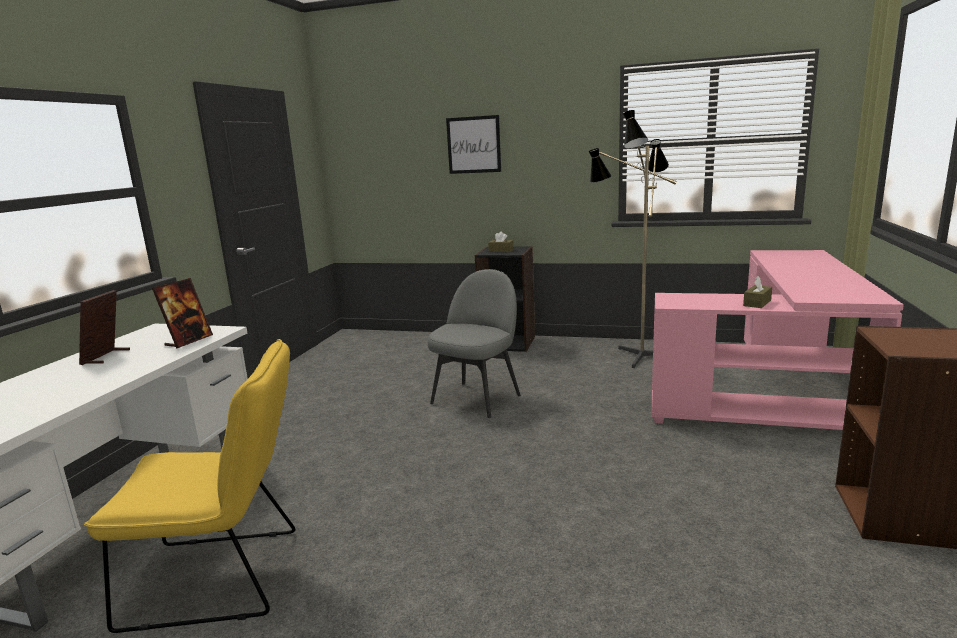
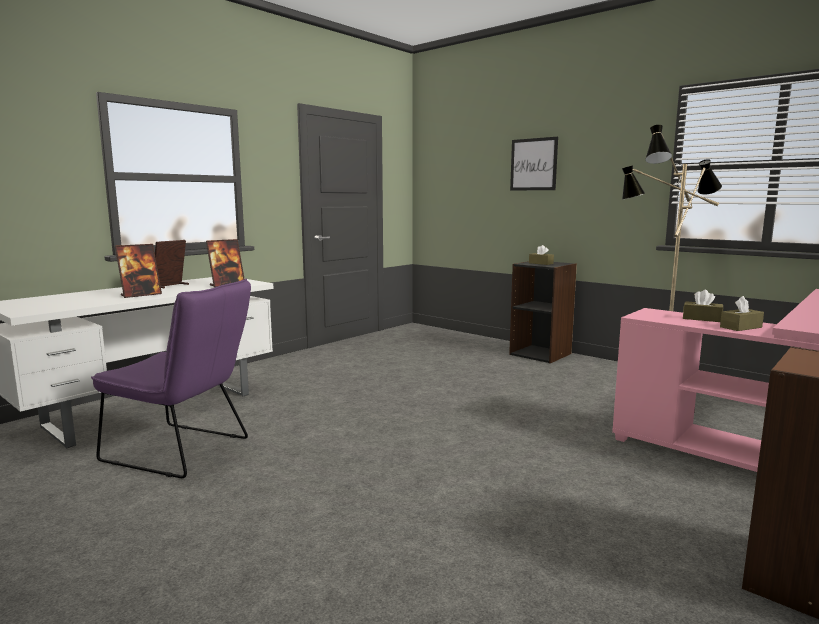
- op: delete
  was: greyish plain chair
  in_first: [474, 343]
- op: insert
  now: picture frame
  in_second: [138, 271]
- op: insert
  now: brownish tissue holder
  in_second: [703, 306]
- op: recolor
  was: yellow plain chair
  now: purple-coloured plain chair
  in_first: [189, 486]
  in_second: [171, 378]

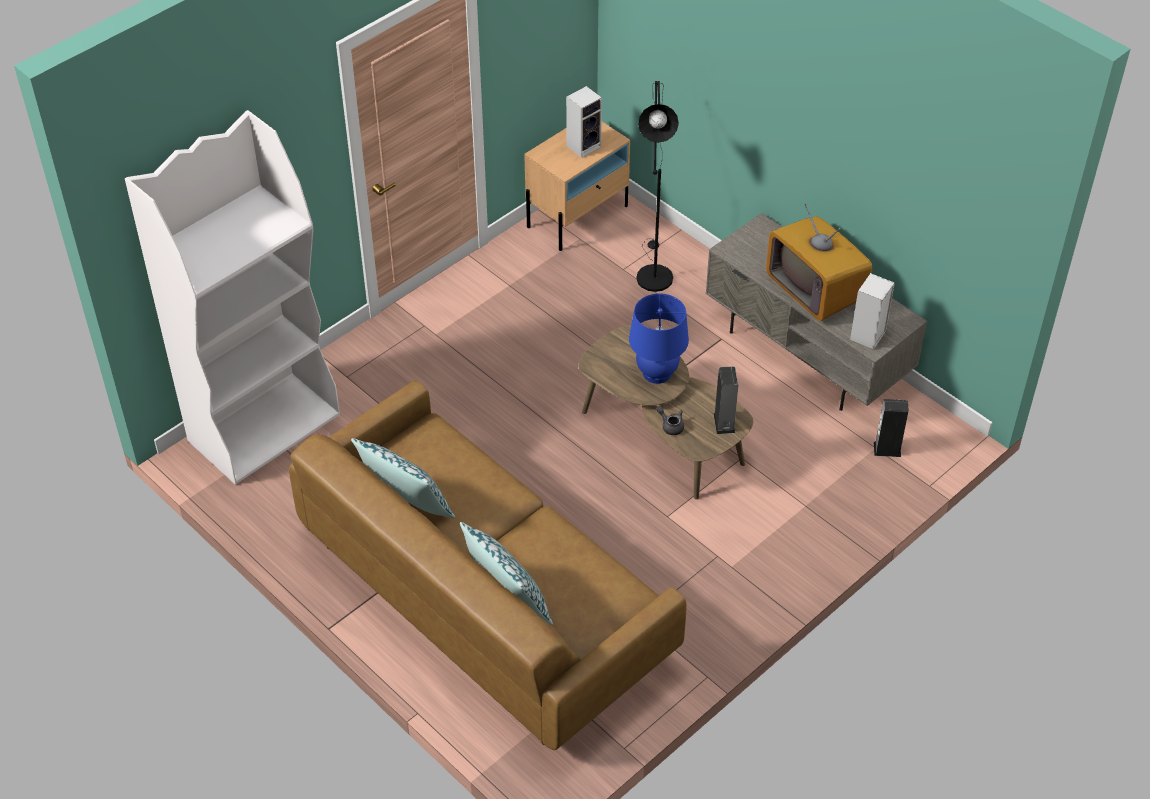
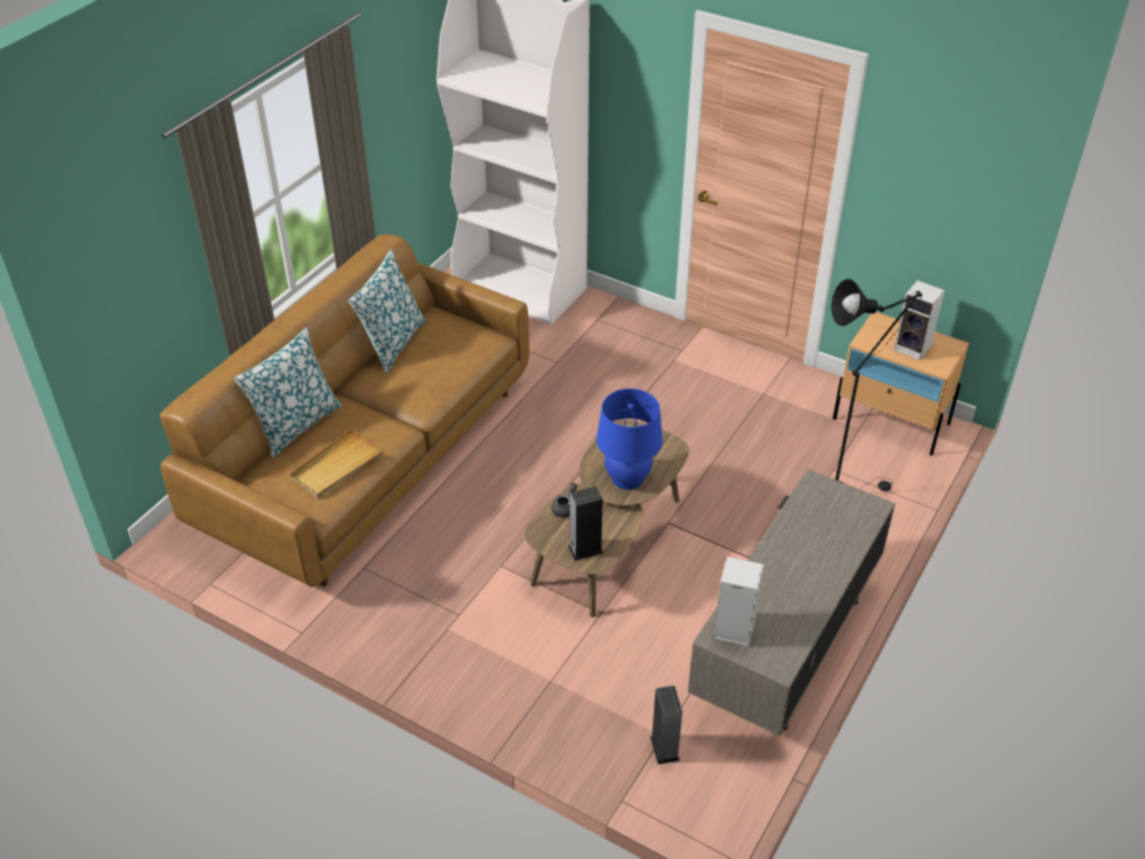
- op: delete
  was: television
  in_first: [819, 262]
- op: insert
  now: sand-coloured carrying tray
  in_second: [337, 463]

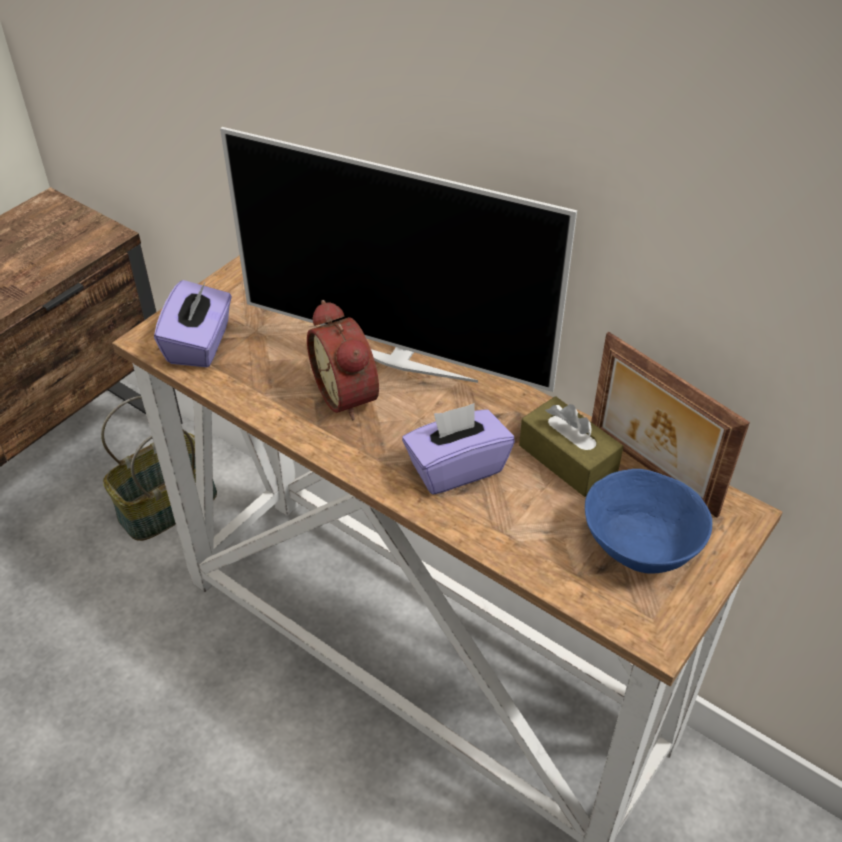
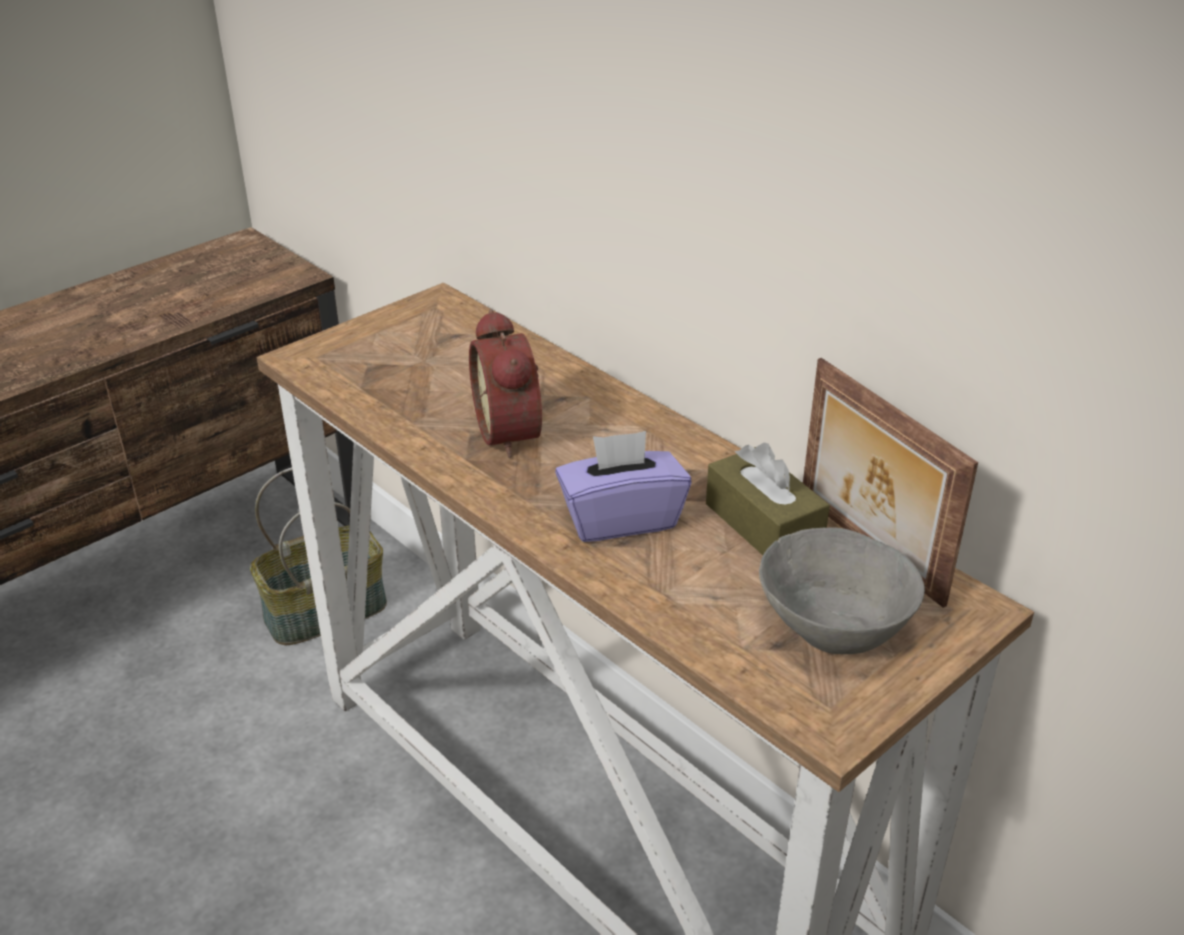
- op: delete
  was: purple-coloured tissue holder
  in_first: [193, 323]
- op: delete
  was: television
  in_first: [398, 259]
- op: recolor
  was: bluish serving bowl
  now: greyish serving bowl
  in_first: [648, 521]
  in_second: [842, 590]

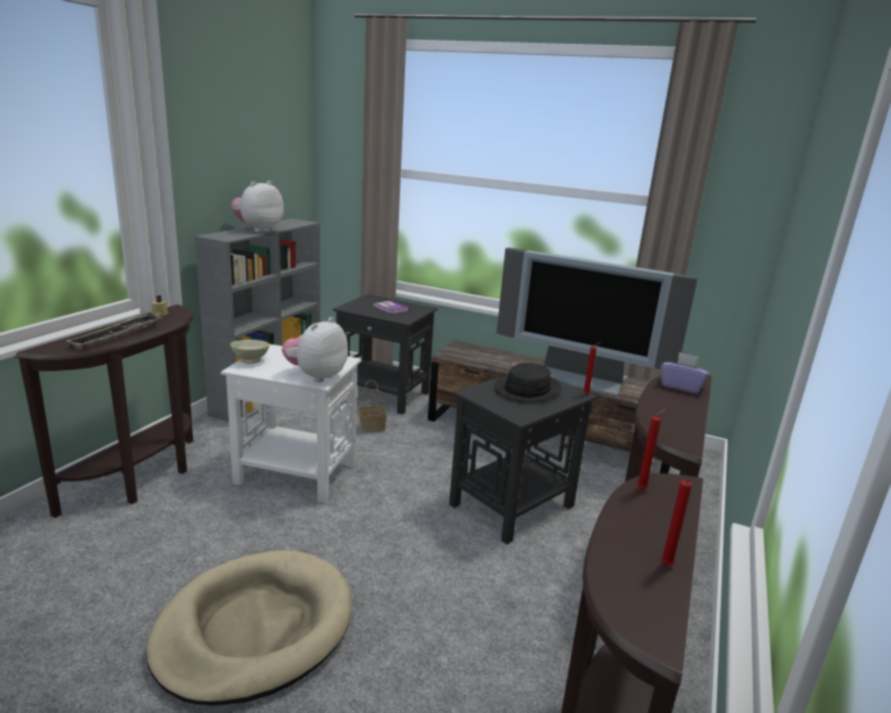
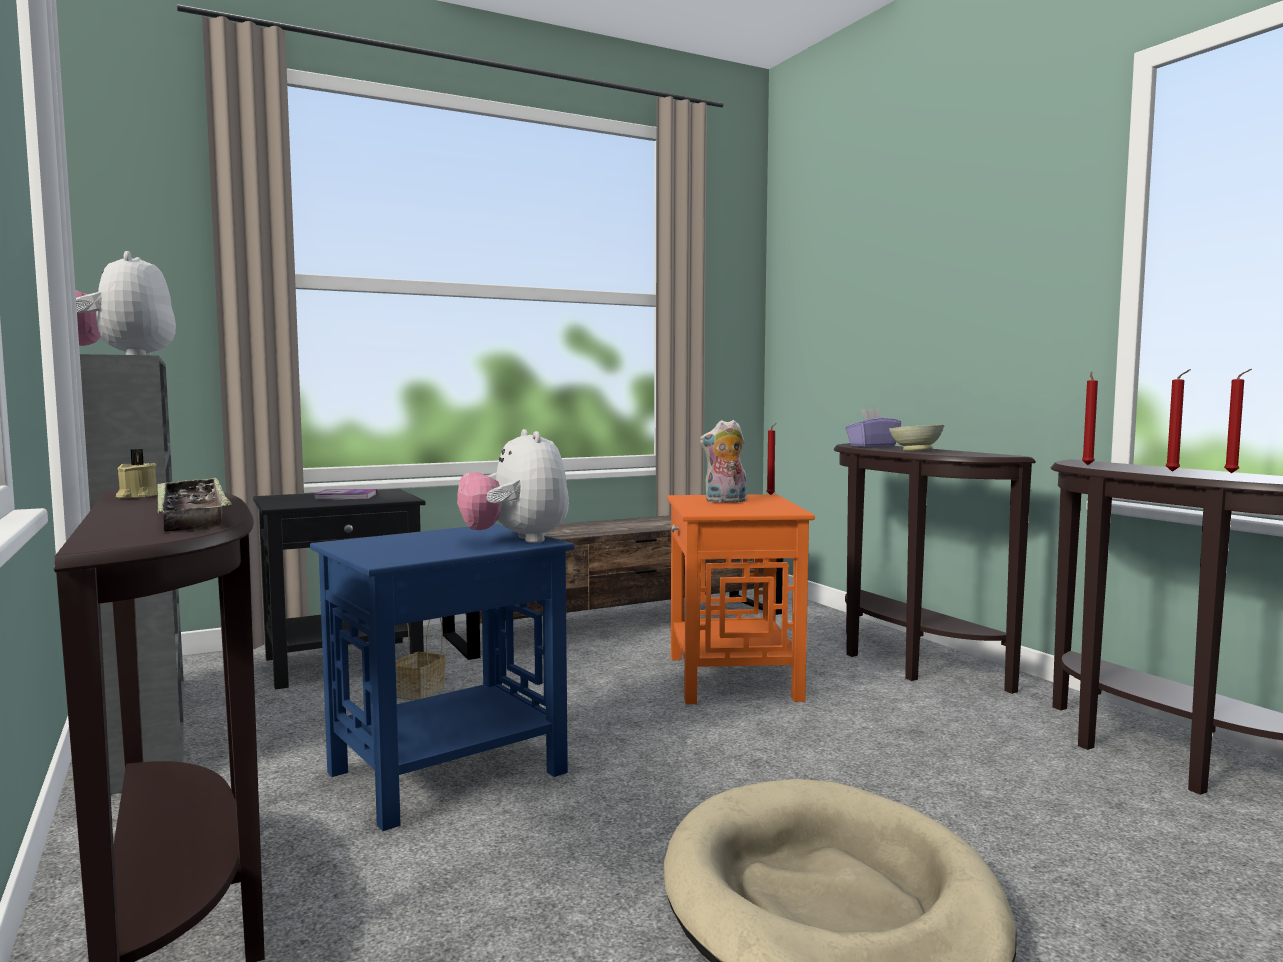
- op: delete
  was: television
  in_first: [597, 322]
- op: insert
  now: reddish candle
  in_second: [1178, 420]
- op: move
  was: sand-coloured serving bowl
  in_first: [250, 351]
  in_second: [917, 438]
- op: replace
  was: black hat
  now: cuddly toy
  in_first: [528, 382]
  in_second: [722, 461]
- op: recolor
  was: whitish accent table
  now: bluish accent table
  in_first: [291, 423]
  in_second: [442, 677]
- op: recolor
  was: black accent table
  now: orangey accent table
  in_first: [523, 460]
  in_second: [741, 599]

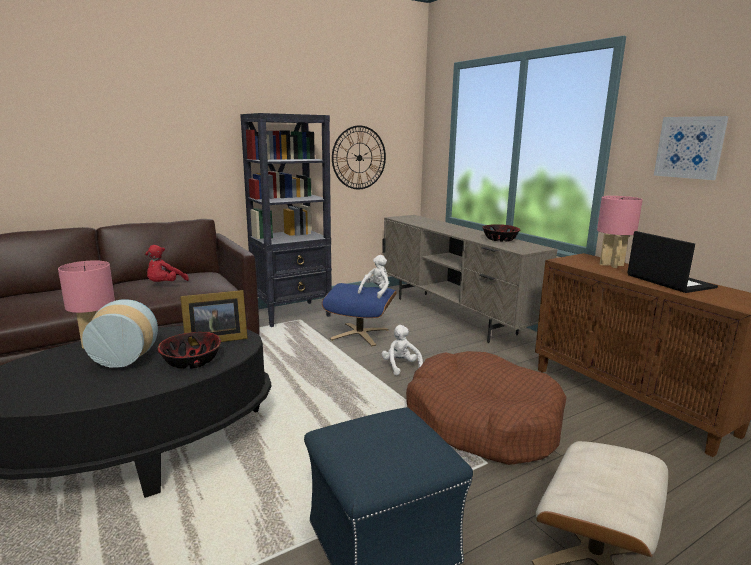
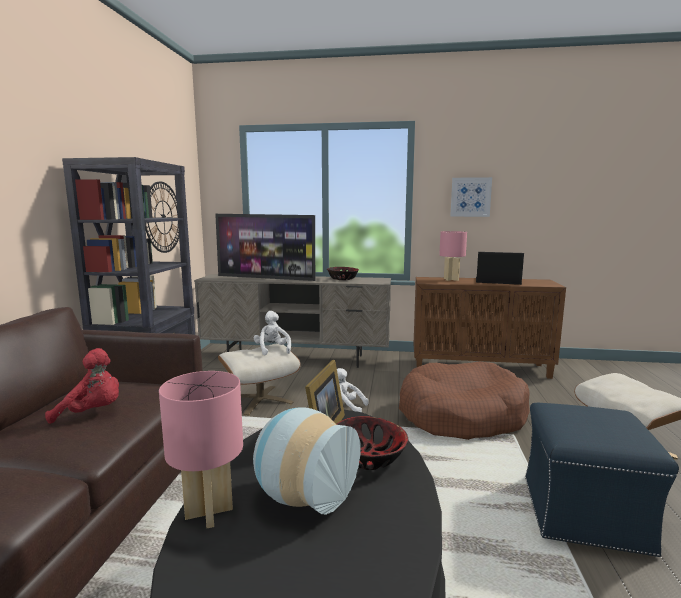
- op: insert
  now: television
  in_second: [265, 247]
- op: recolor
  was: bluish footrest
  now: sand-coloured footrest
  in_first: [359, 314]
  in_second: [259, 379]
- op: rotate
  was: reddish cuddly toy
  in_first: [167, 263]
  in_second: [82, 386]
  clockwise: -60

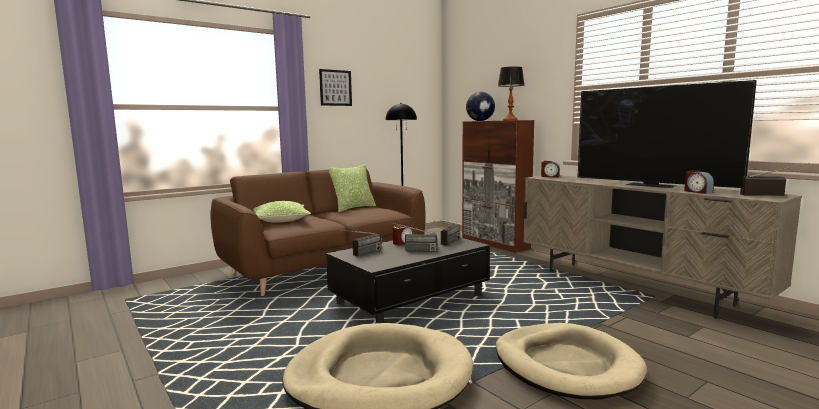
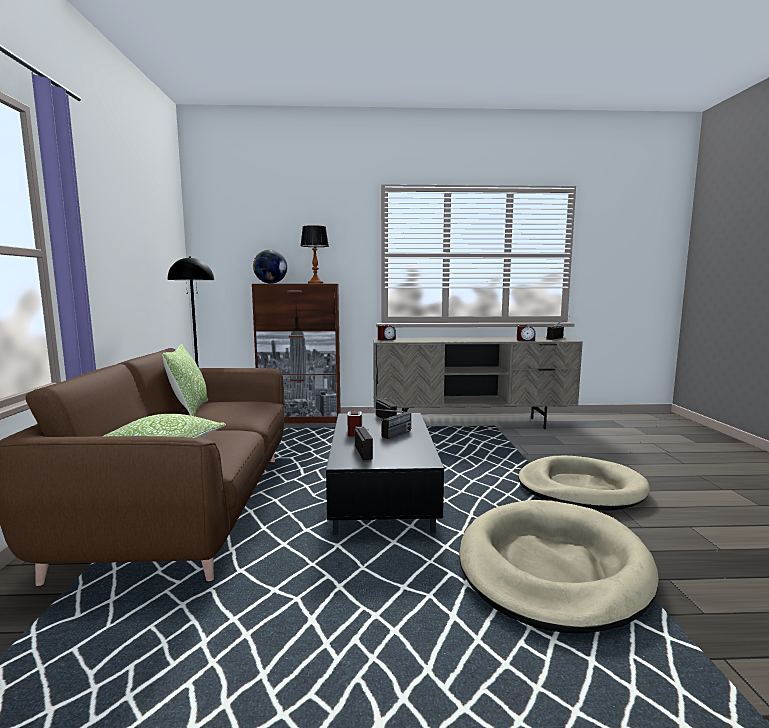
- op: delete
  was: wall picture
  in_first: [335, 87]
- op: delete
  was: television
  in_first: [666, 134]

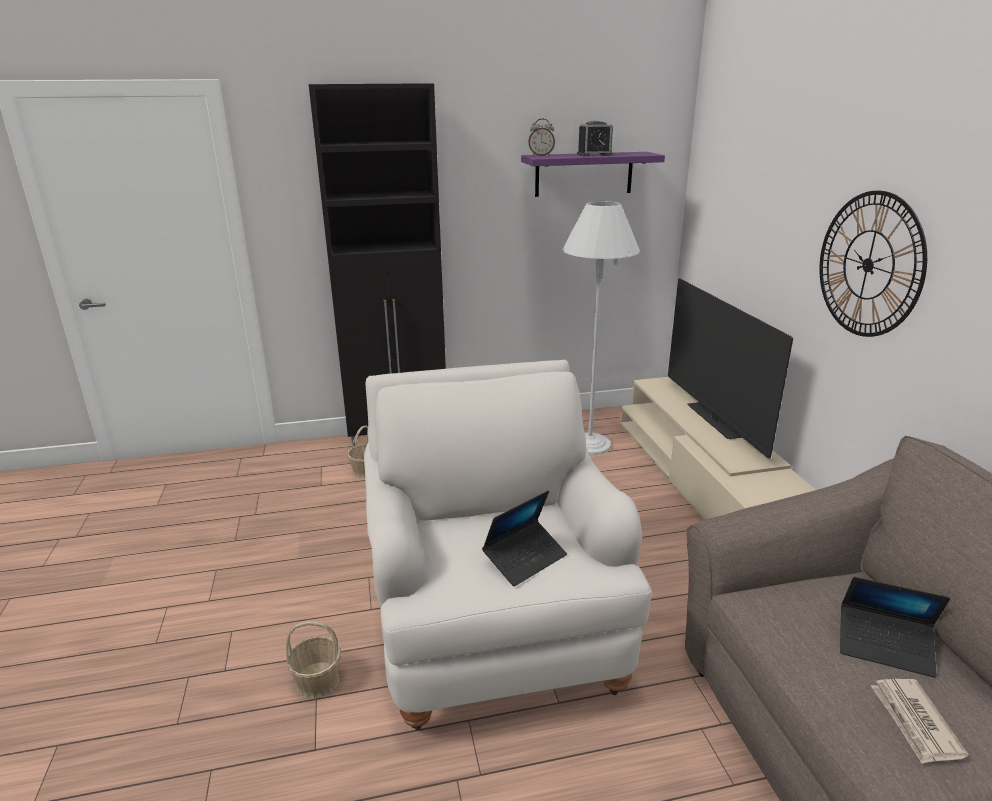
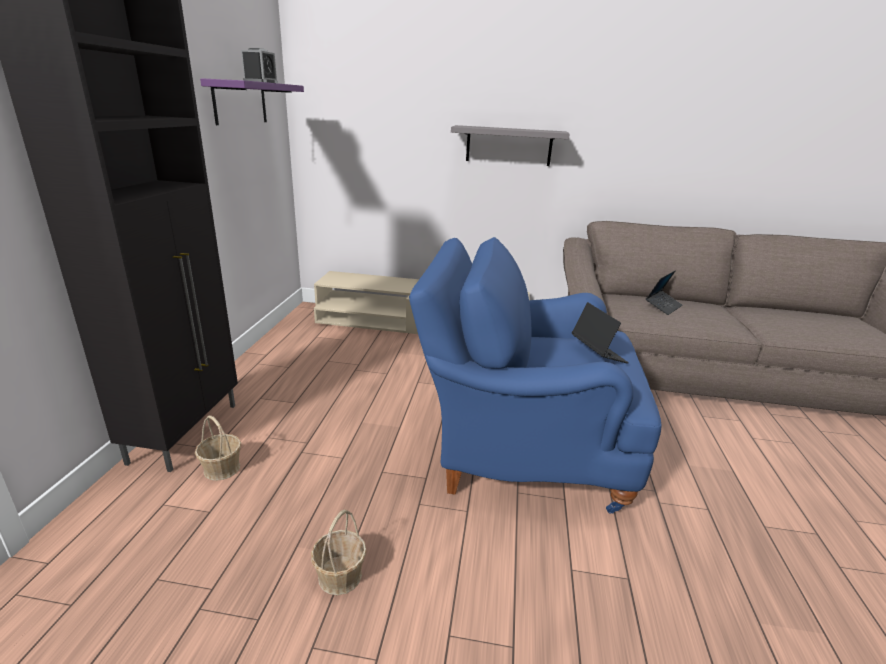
- op: delete
  was: alarm clock
  in_first: [541, 137]
- op: delete
  was: whitish standard lamp
  in_first: [601, 328]
- op: delete
  was: television
  in_first: [730, 368]
- op: delete
  was: printed paper
  in_first: [920, 721]
- op: move
  was: household basket
  in_first: [313, 660]
  in_second: [339, 552]
- op: replace
  was: wall clock
  now: greyish bracket shelf
  in_first: [873, 264]
  in_second: [510, 145]
- op: recolor
  was: whitish easy chair
  now: bluish easy chair
  in_first: [508, 545]
  in_second: [535, 375]

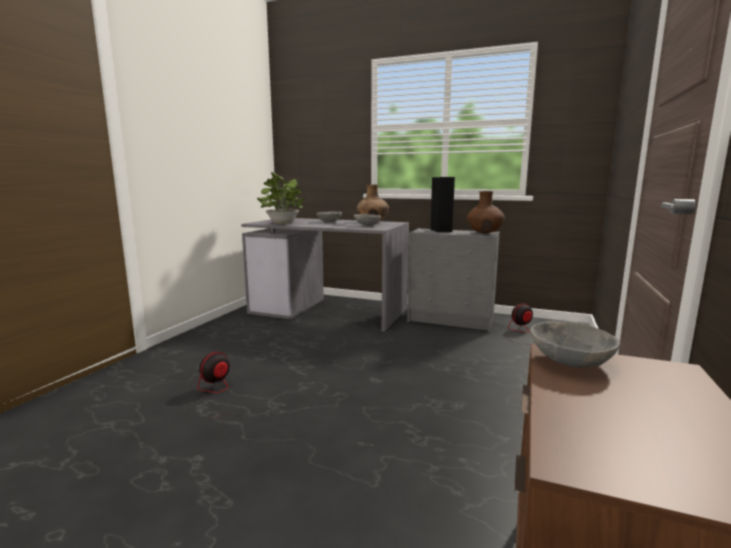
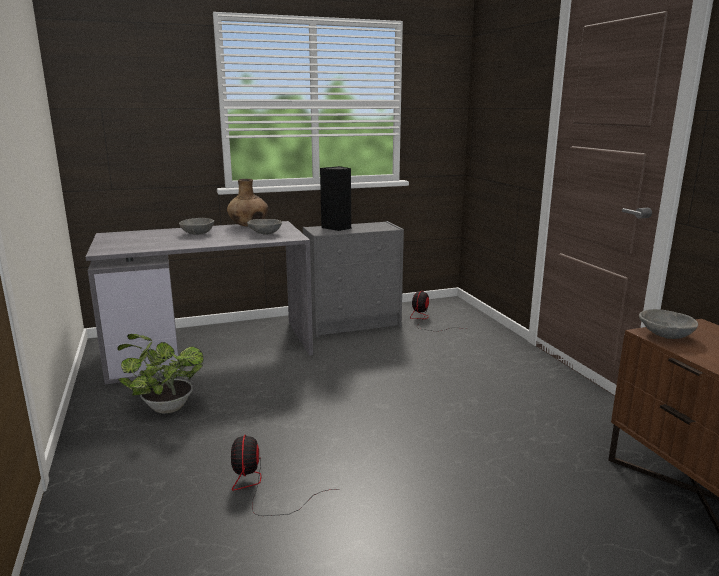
- op: delete
  was: brownish vase
  in_first: [486, 212]
- op: move
  was: potted plant
  in_first: [281, 198]
  in_second: [160, 373]

